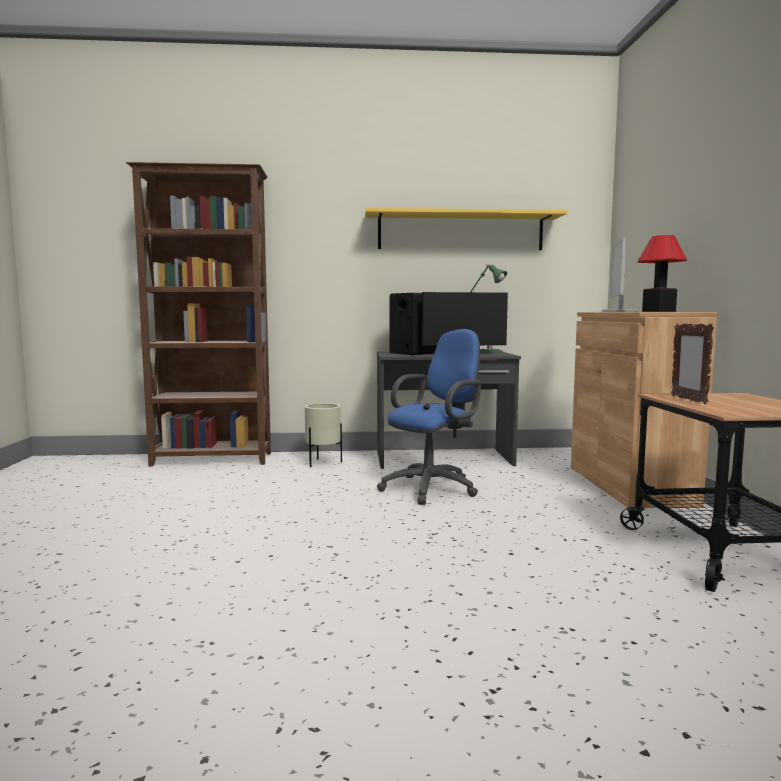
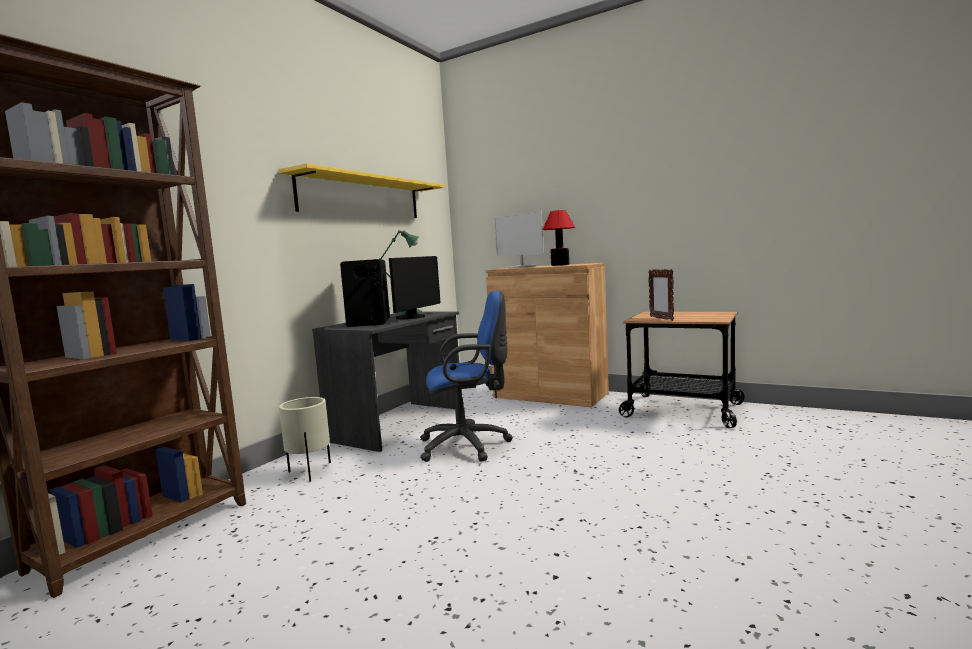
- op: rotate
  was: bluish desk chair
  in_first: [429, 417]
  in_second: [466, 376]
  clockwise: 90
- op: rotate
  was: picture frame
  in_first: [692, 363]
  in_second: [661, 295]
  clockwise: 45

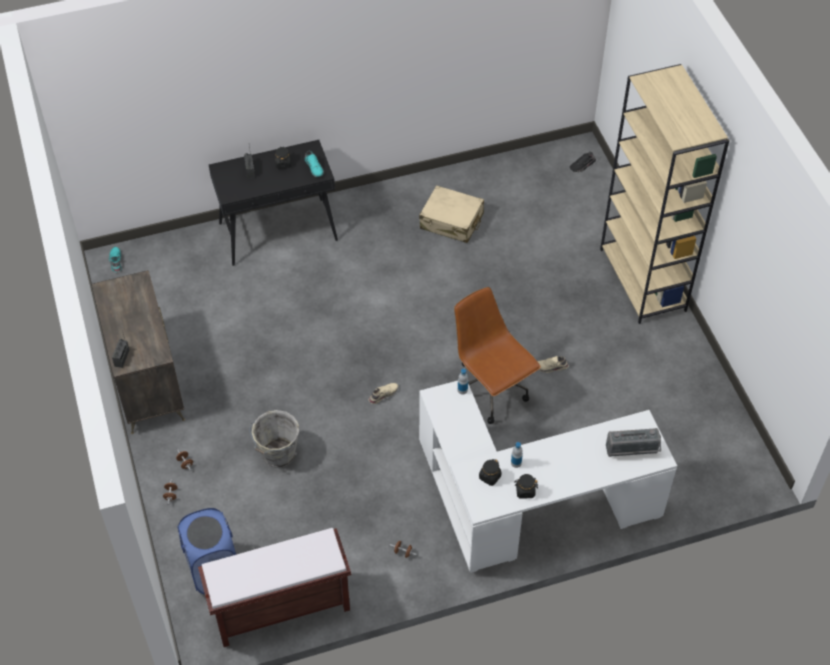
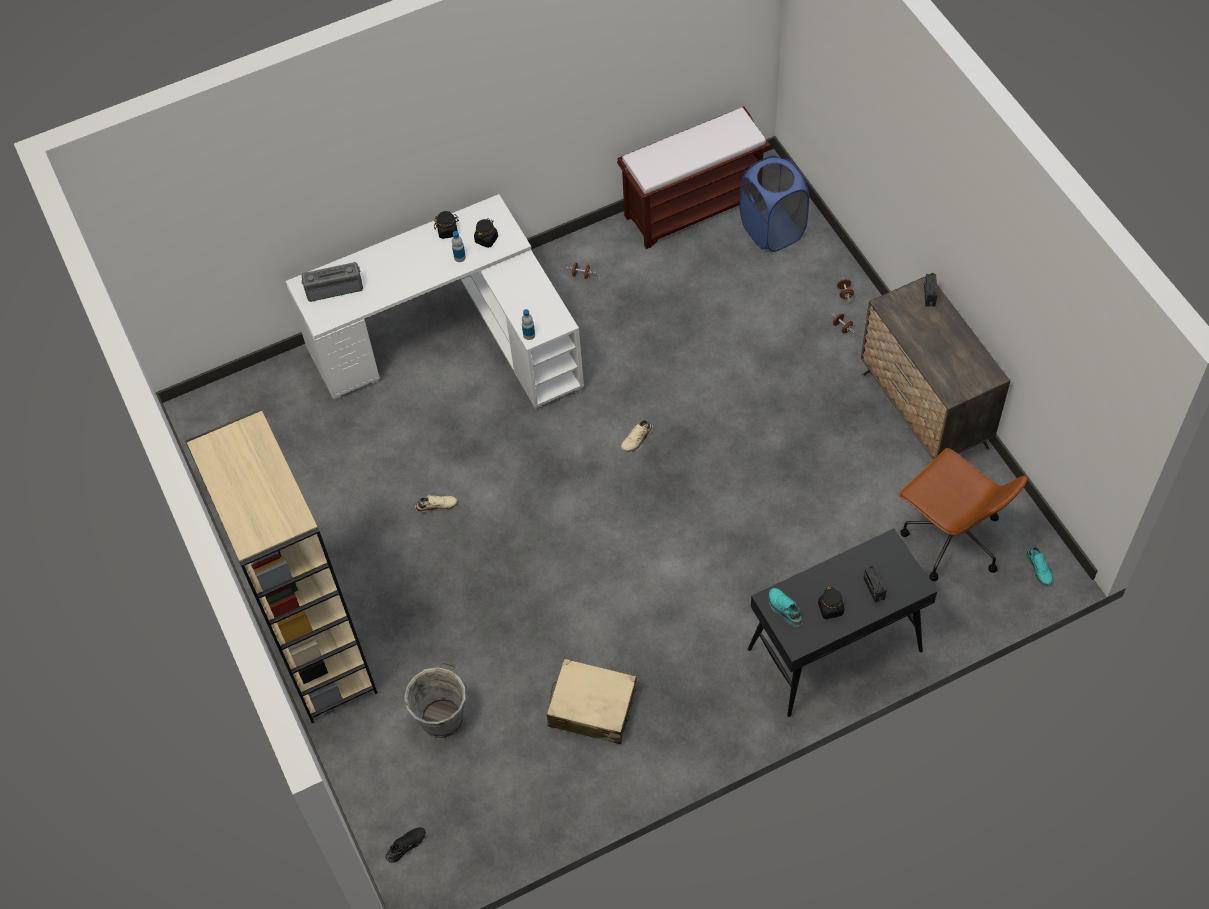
- op: move
  was: greyish water bucket
  in_first: [274, 439]
  in_second: [437, 699]
- op: move
  was: brownish desk chair
  in_first: [497, 355]
  in_second: [963, 514]

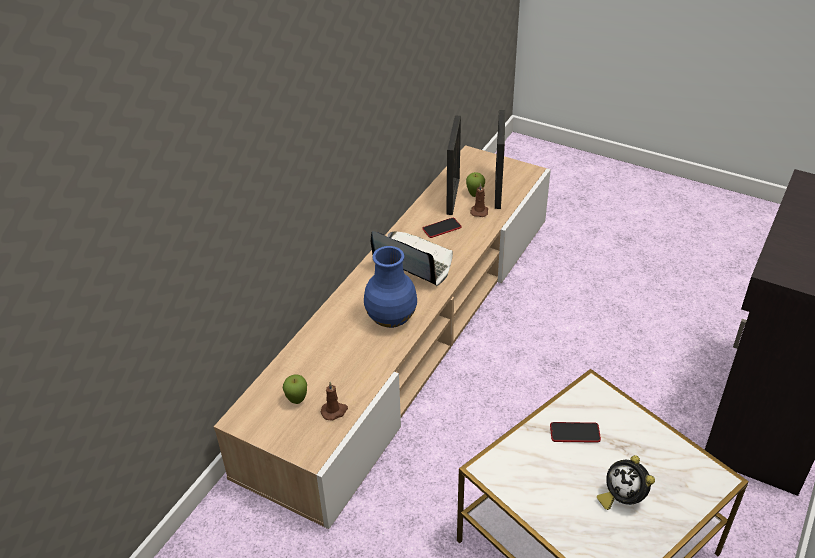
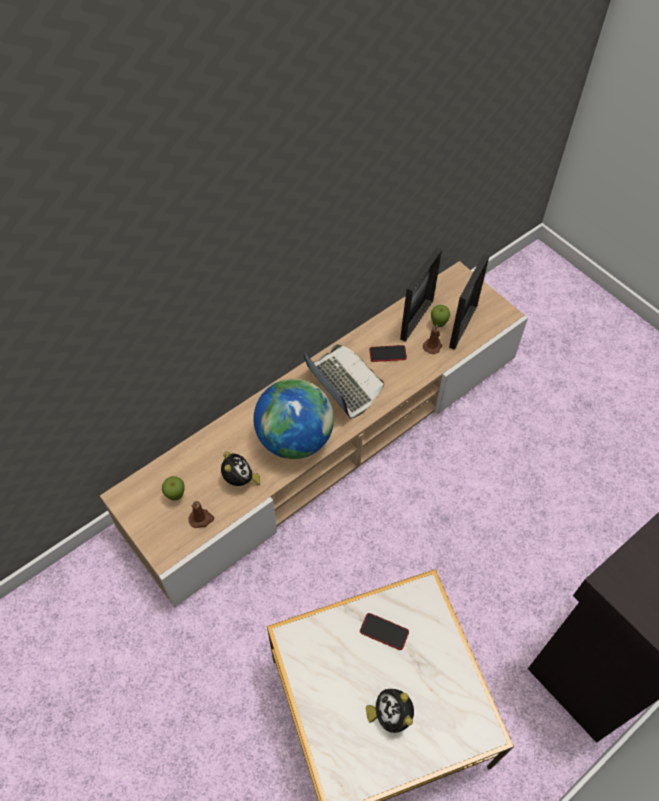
- op: insert
  now: alarm clock
  in_second: [240, 469]
- op: replace
  was: bluish vase
  now: globe
  in_first: [390, 287]
  in_second: [293, 419]

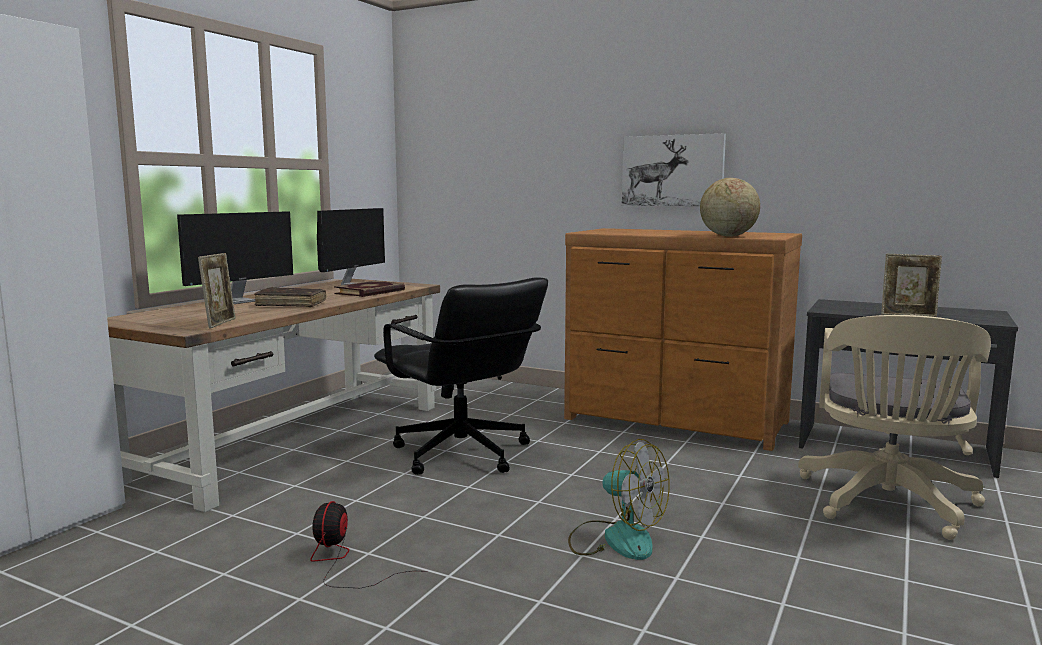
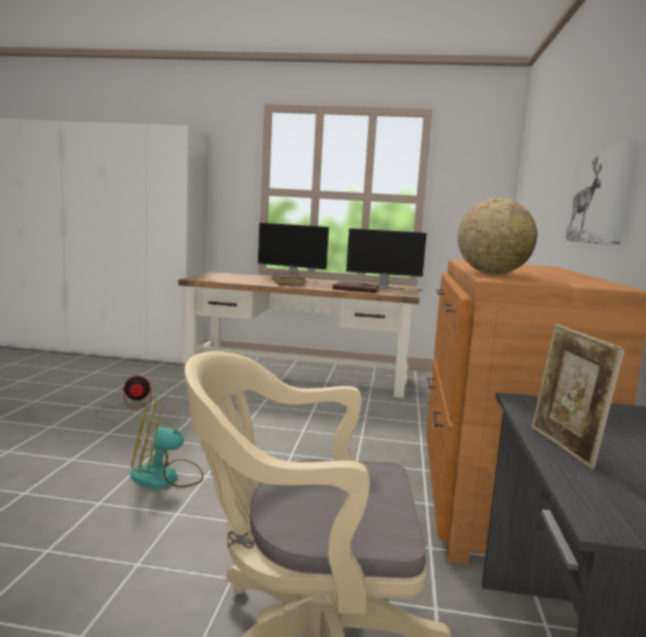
- op: delete
  was: picture frame
  in_first: [217, 290]
- op: delete
  was: black desk chair
  in_first: [461, 376]
- op: rotate
  was: fan
  in_first: [619, 499]
  in_second: [167, 444]
  clockwise: 60

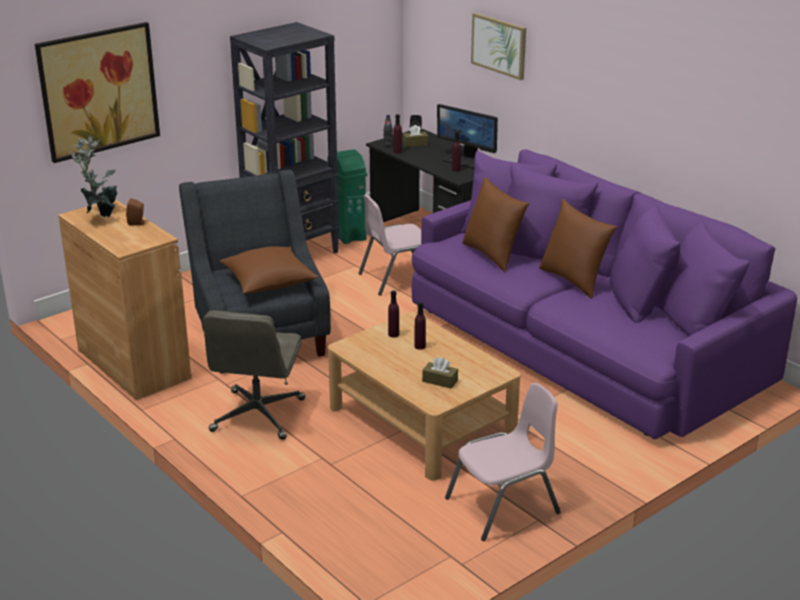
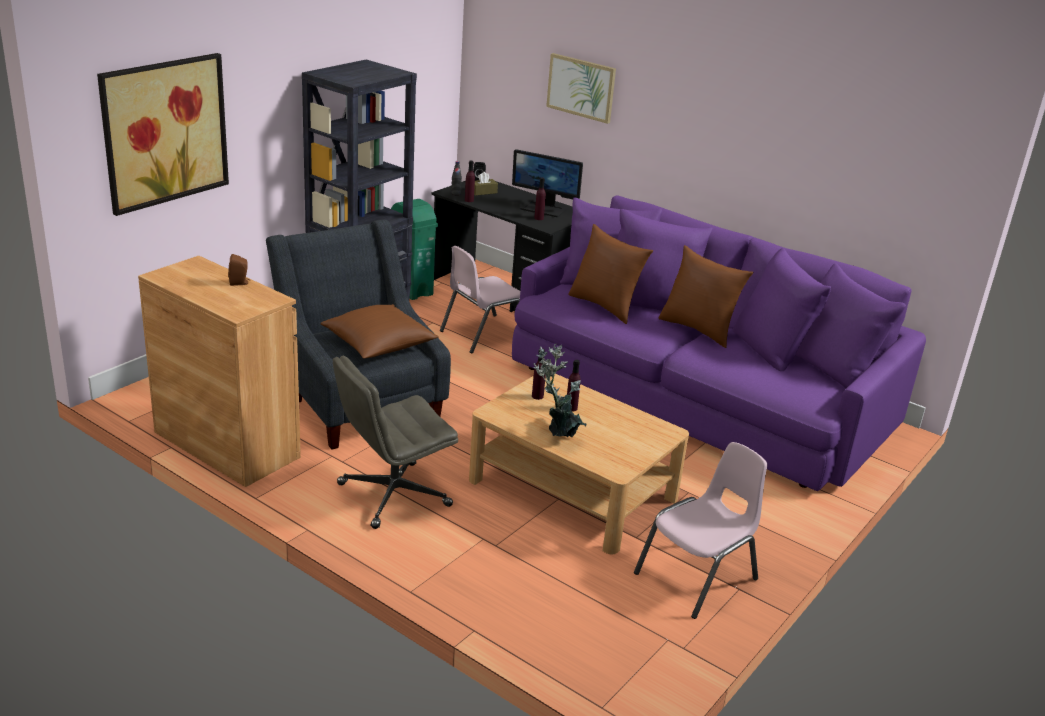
- op: delete
  was: brownish tissue holder
  in_first: [440, 373]
- op: move
  was: potted plant
  in_first: [93, 176]
  in_second: [560, 390]
- op: rotate
  was: greyish desk chair
  in_first: [254, 375]
  in_second: [395, 442]
  clockwise: 60

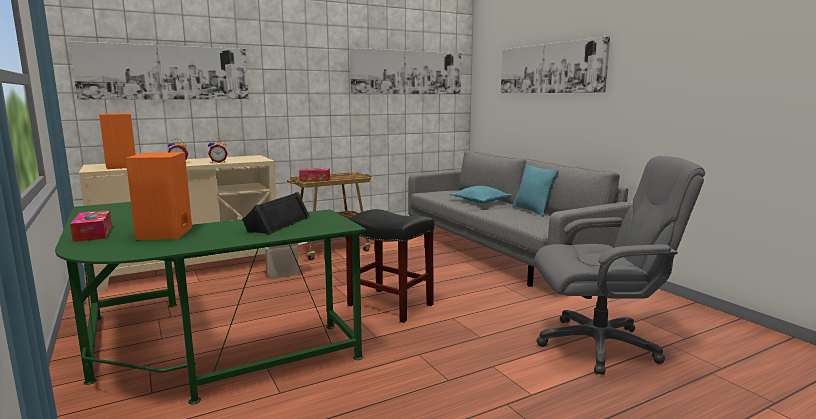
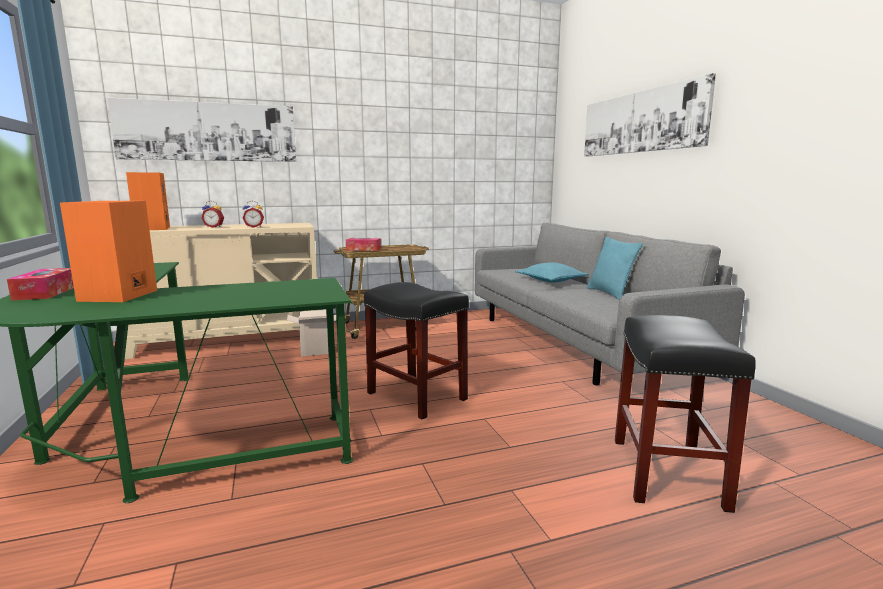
- op: delete
  was: black loudspeaker
  in_first: [276, 213]
- op: delete
  was: wall picture
  in_first: [405, 71]
- op: replace
  was: greyish desk chair
  now: black stool seat
  in_first: [619, 265]
  in_second: [685, 414]

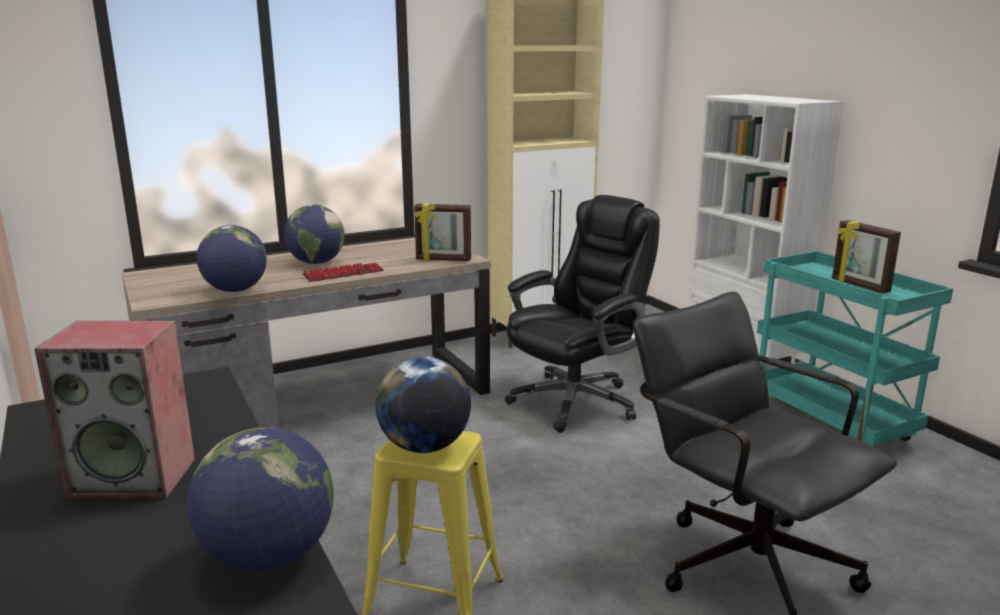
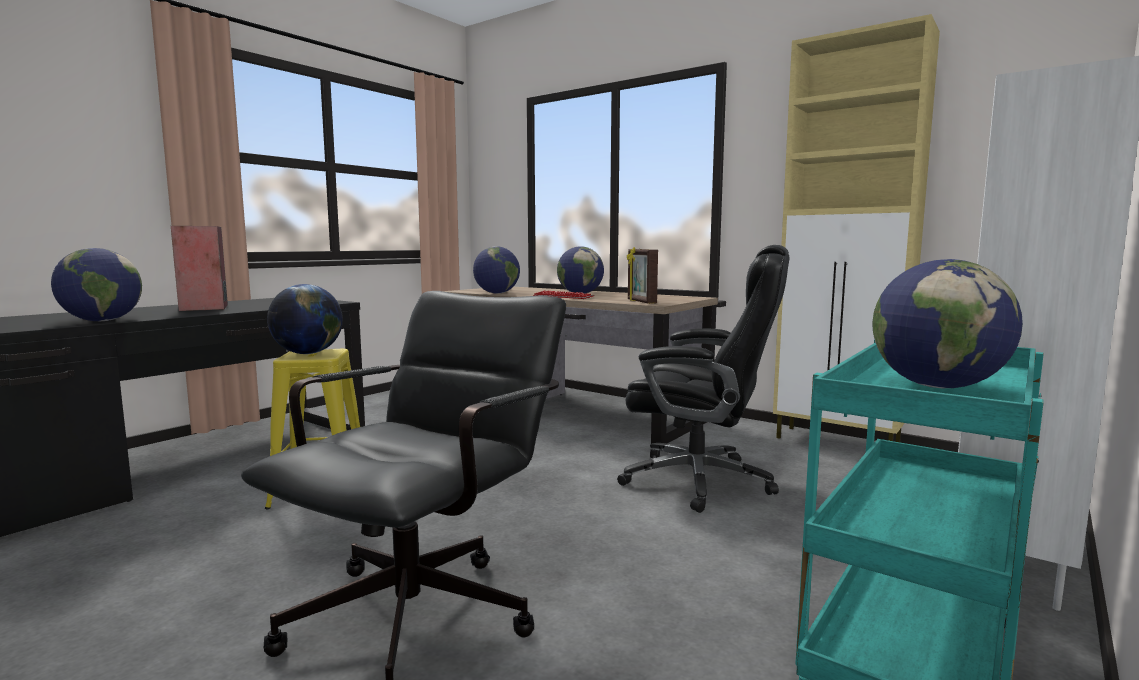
- op: replace
  was: picture frame
  now: globe
  in_first: [866, 257]
  in_second: [947, 323]

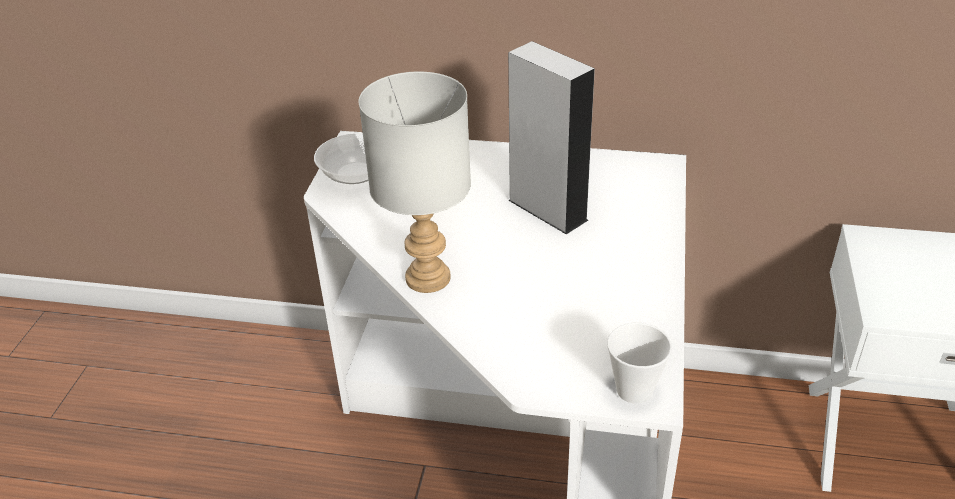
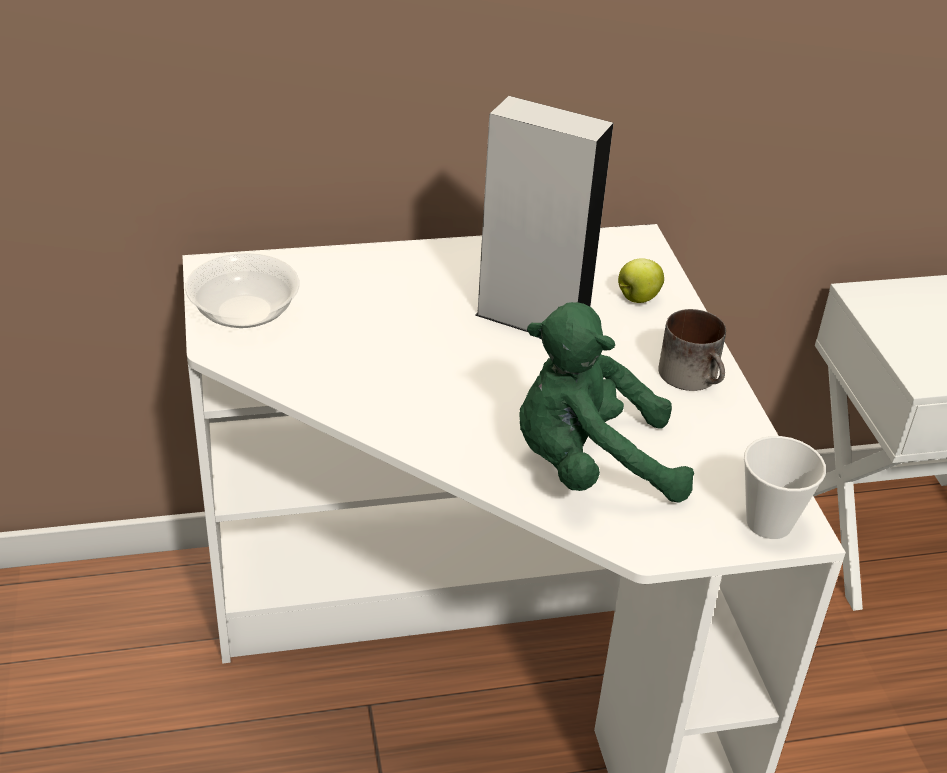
- op: delete
  was: greyish tabletop lamp
  in_first: [415, 182]
- op: insert
  now: greenish cuddly toy
  in_second: [606, 402]
- op: insert
  now: apple fruit
  in_second: [641, 280]
- op: insert
  now: mug
  in_second: [692, 350]

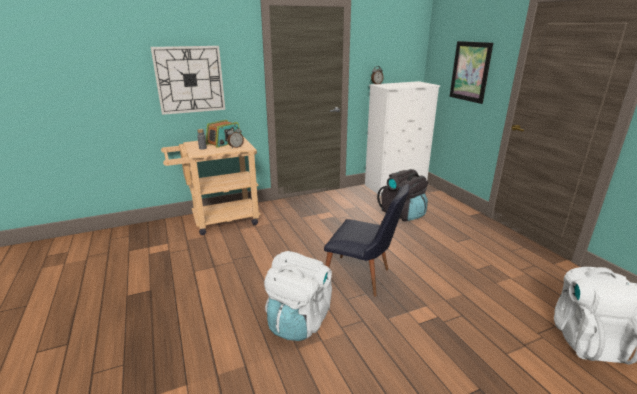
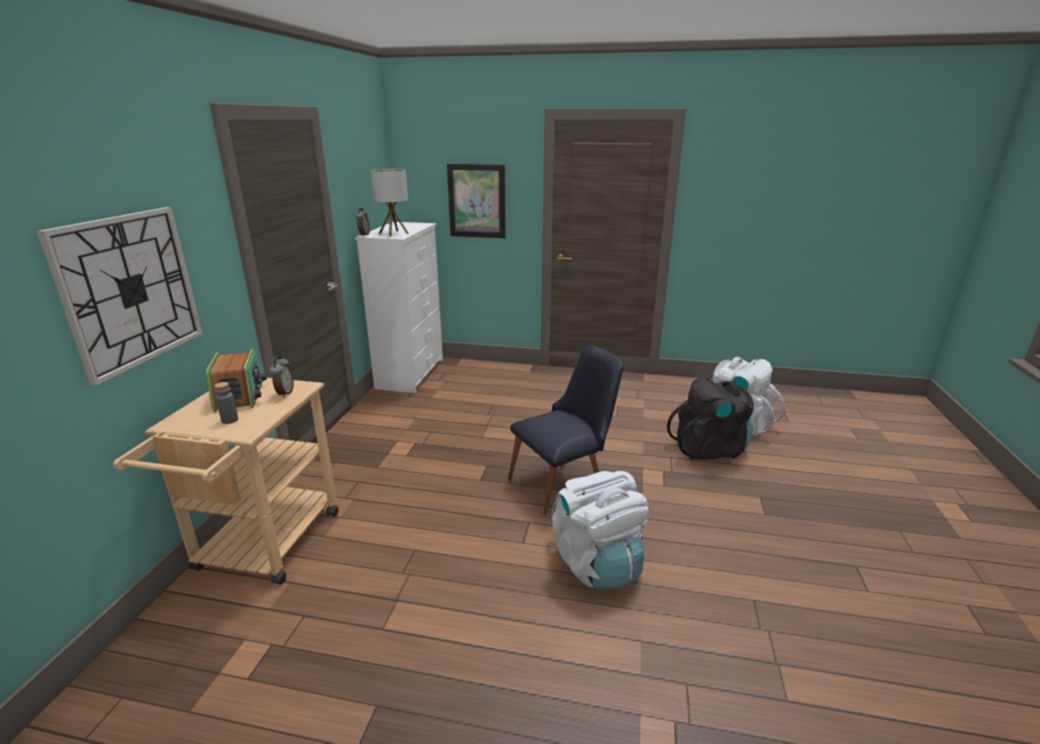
- op: insert
  now: tabletop lamp
  in_second: [389, 202]
- op: move
  was: black knapsack
  in_first: [402, 195]
  in_second: [710, 418]

